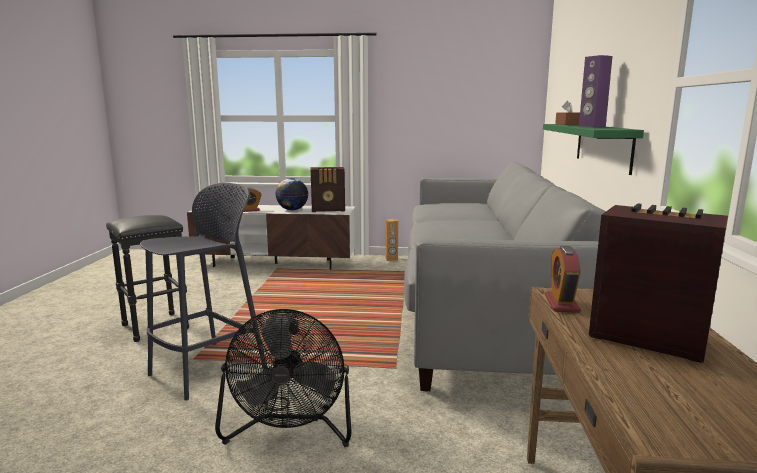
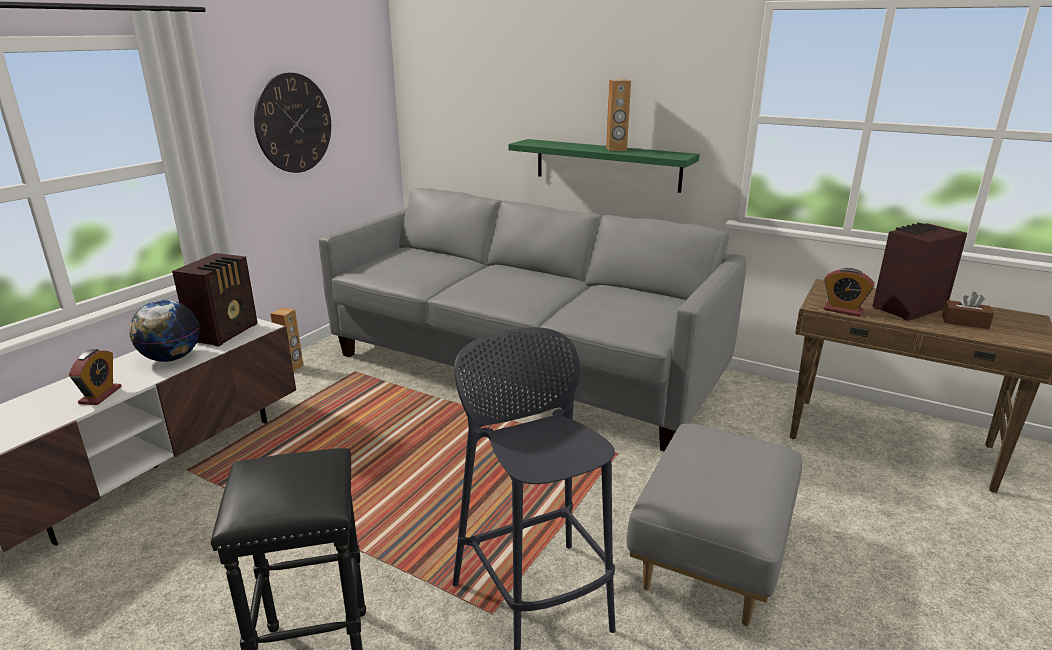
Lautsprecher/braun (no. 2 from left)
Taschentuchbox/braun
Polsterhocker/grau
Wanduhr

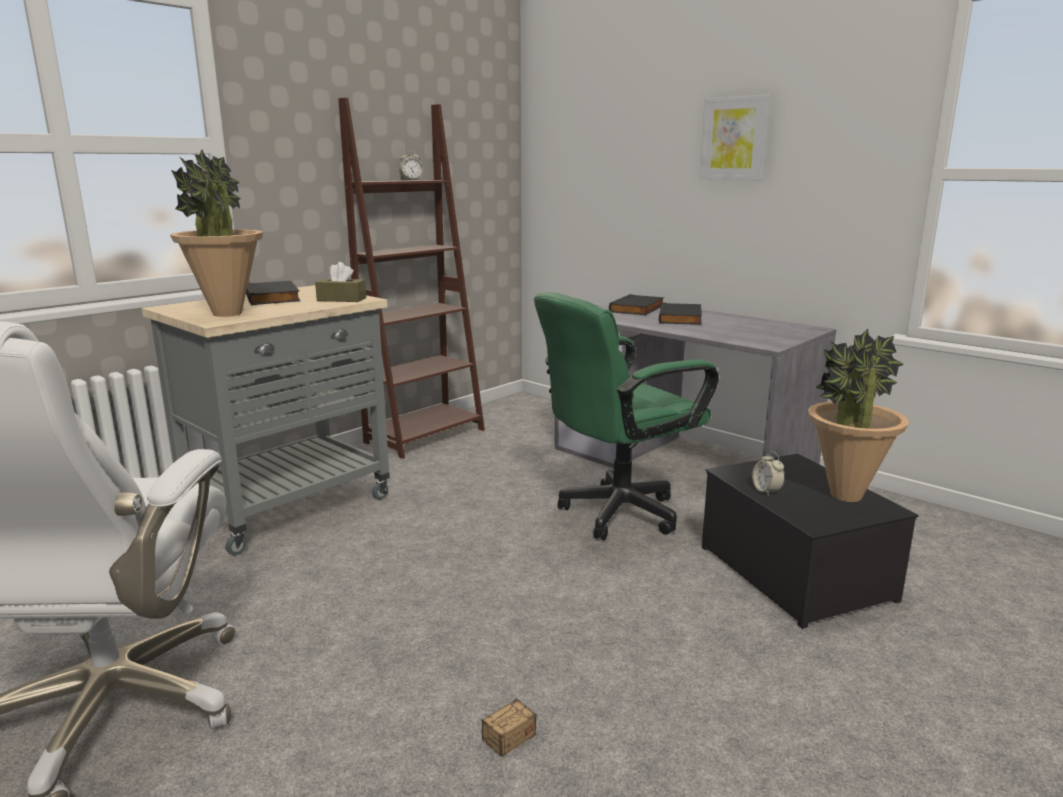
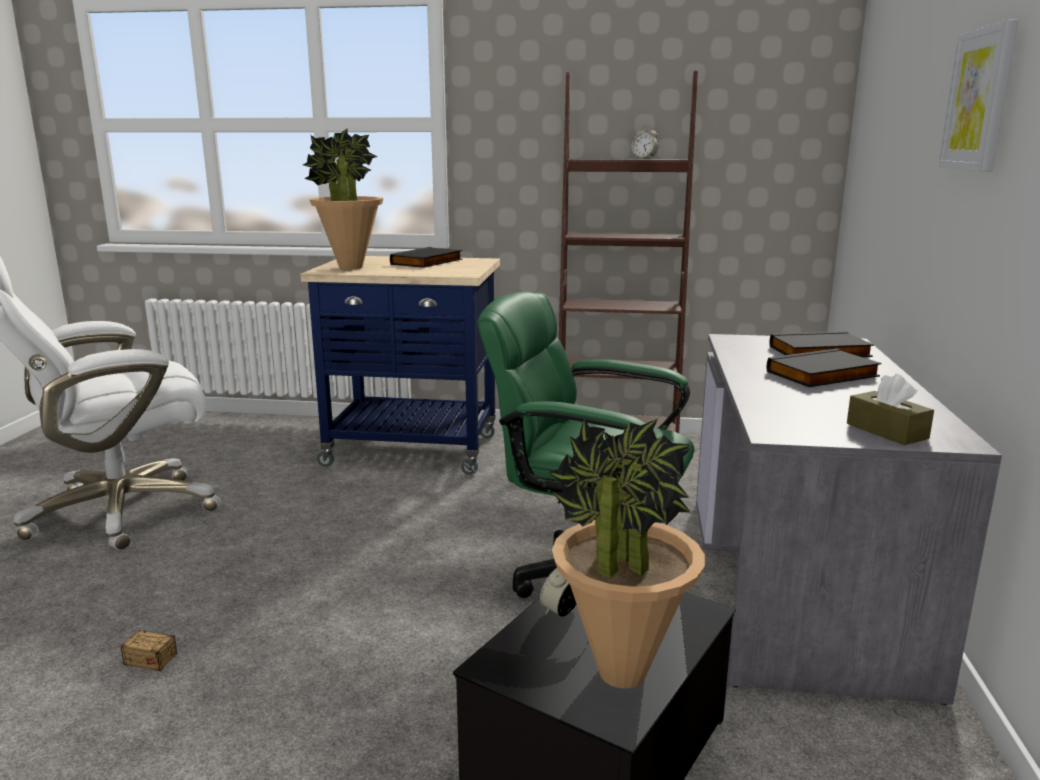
Taschentuchbox/braun
Rollwagen/blau

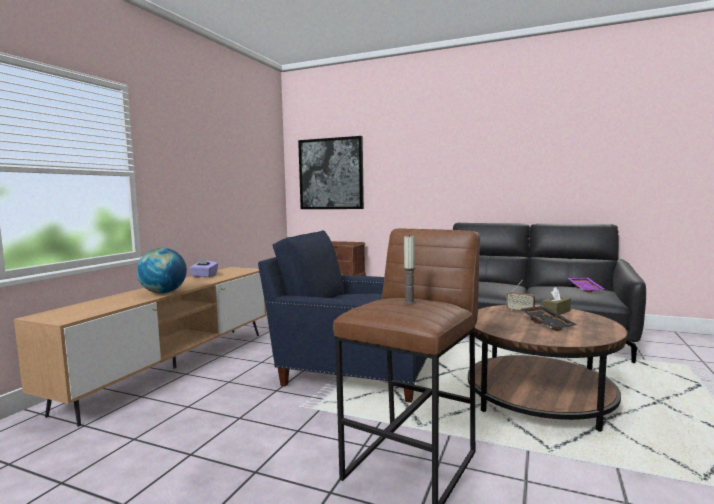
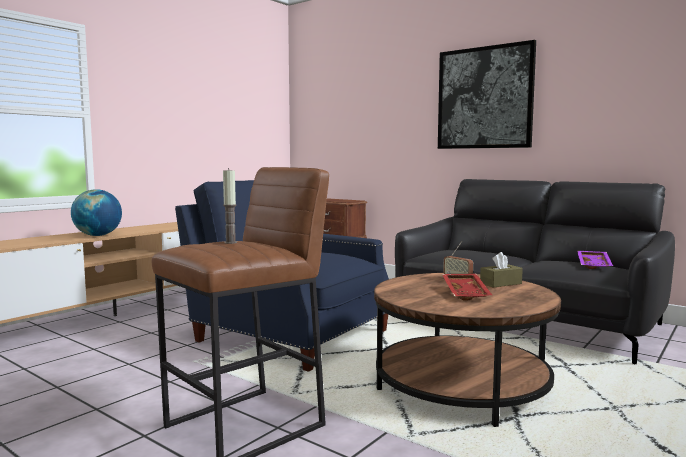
Bild
Taschentuchbox/lila
Tablett/rot

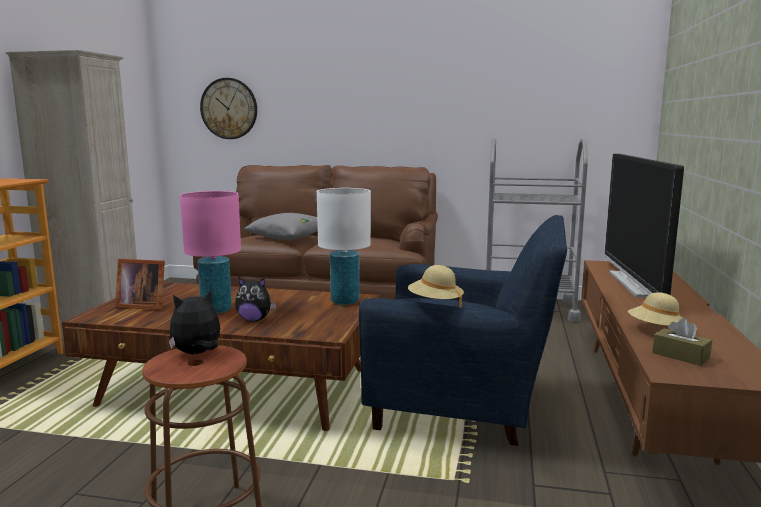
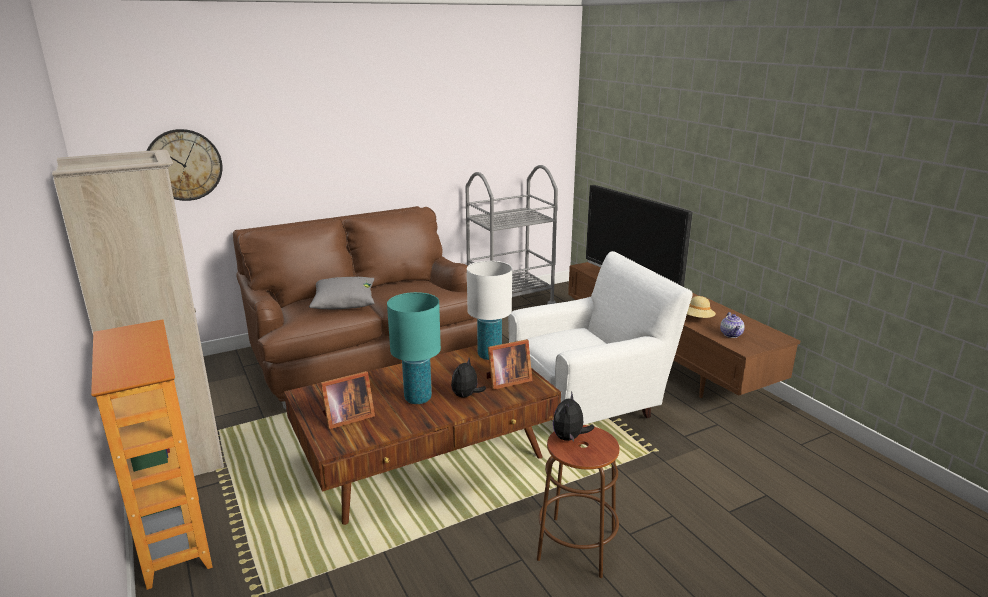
Tischlampe/türkis
Sessel/weiß
Hut/beige (no. 1 from left in the first image)
Plüschtier (no. 1 from left)
Teekanne
Bilderrahmen (no. 2 from left)

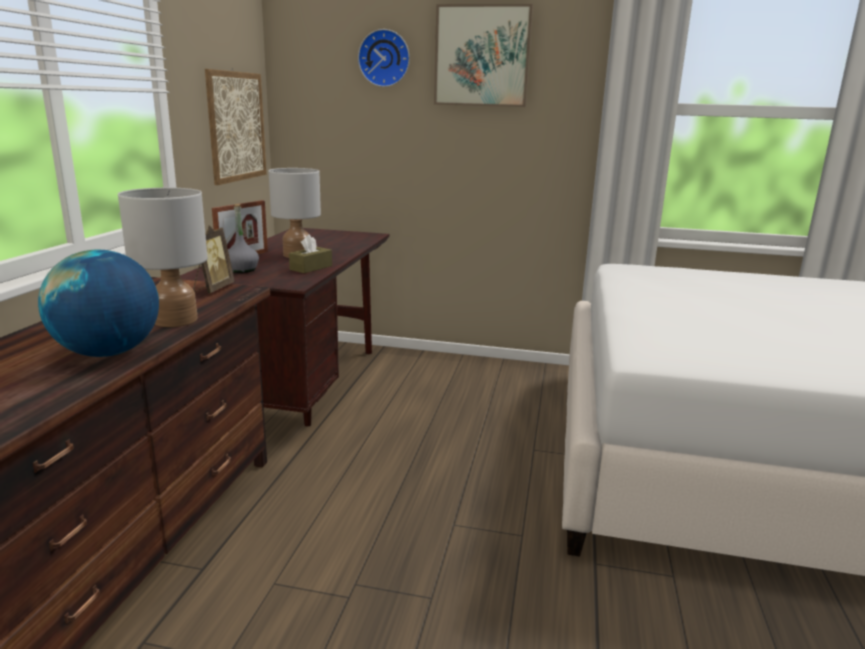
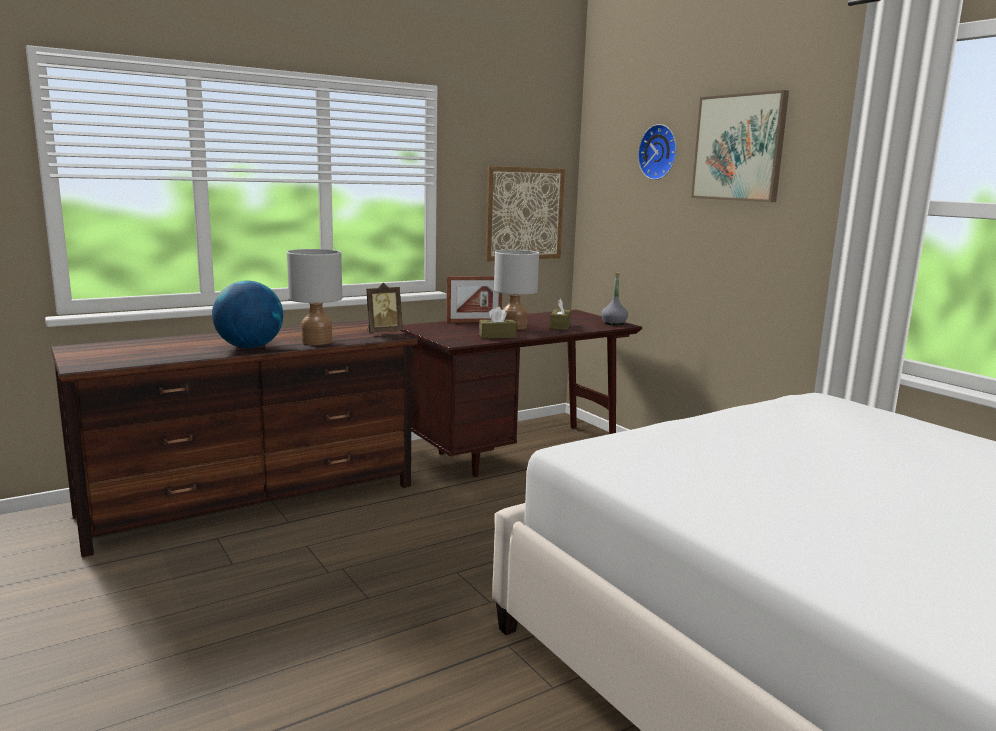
Flasche/grau
Taschentuchbox/braun (no. 2 from left)

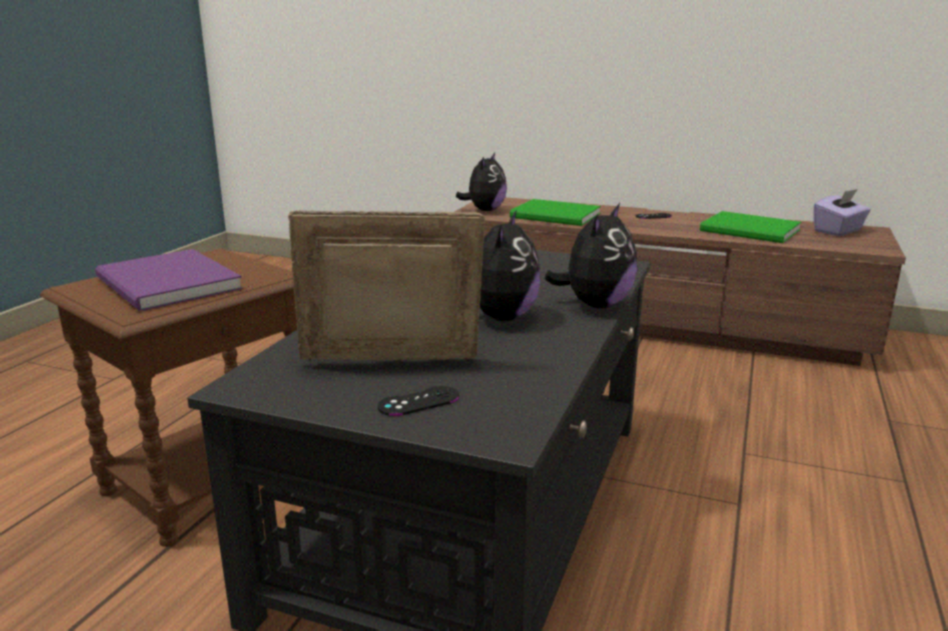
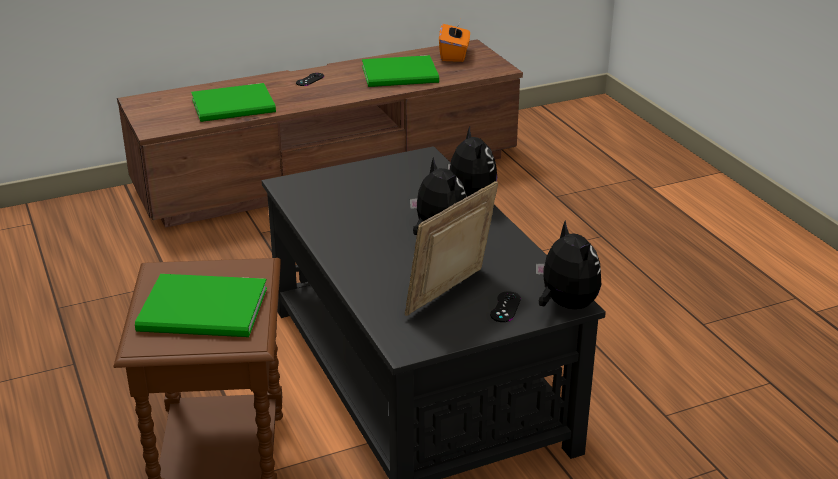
Plüschtier (no. 3 from left)
Taschentuchbox/orange
Buch/grün (no. 1 from left)

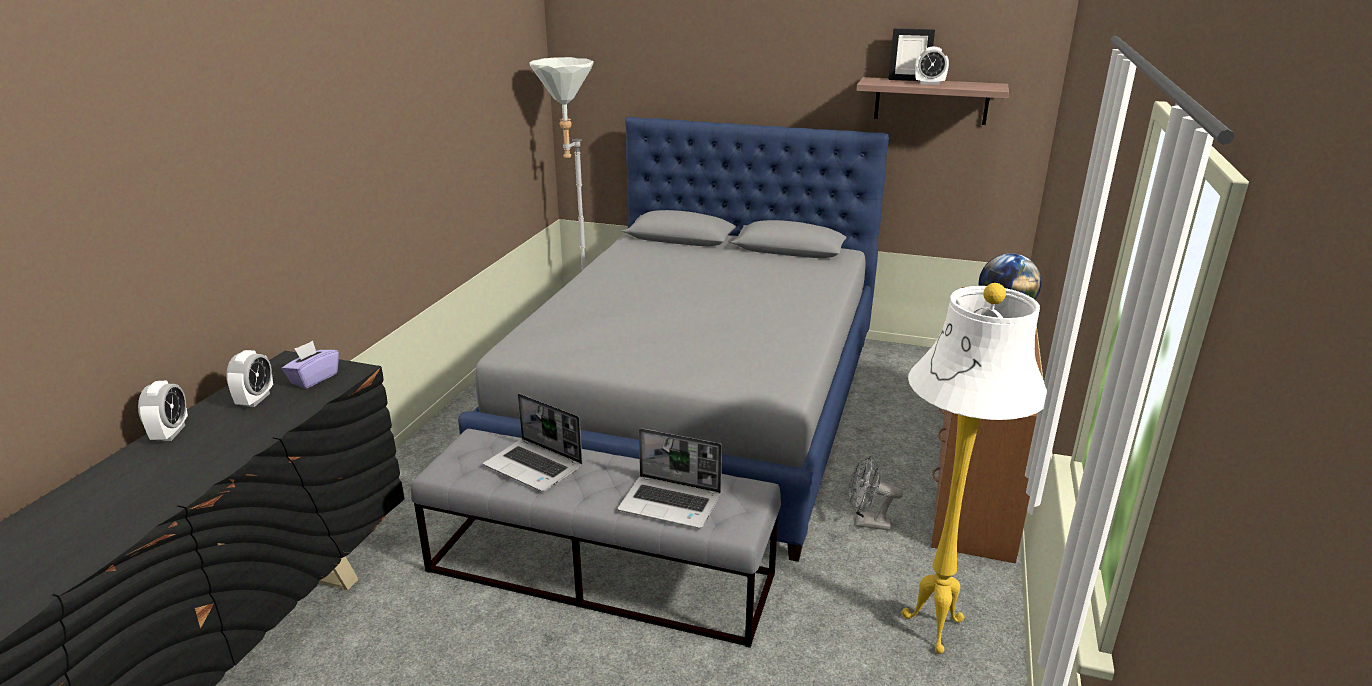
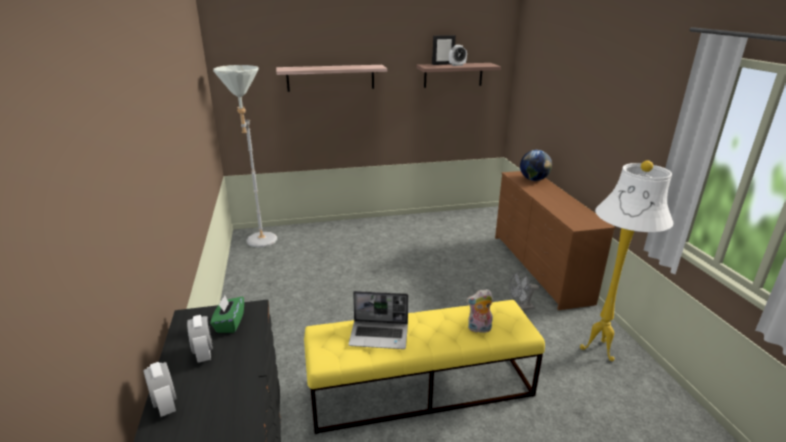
Bett/grau
Taschentuchbox/grün
Plüschtier
Bank/gelb
Wandregal (no. 1 from left)

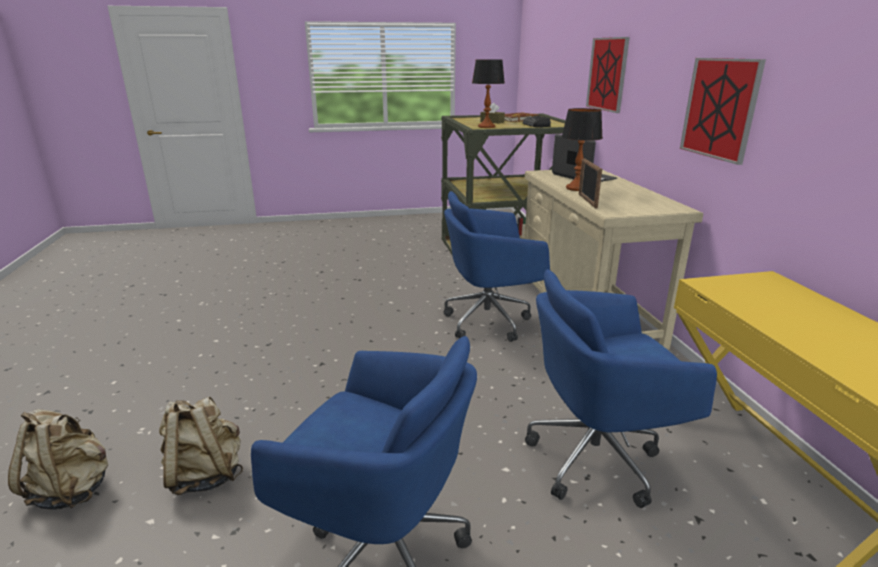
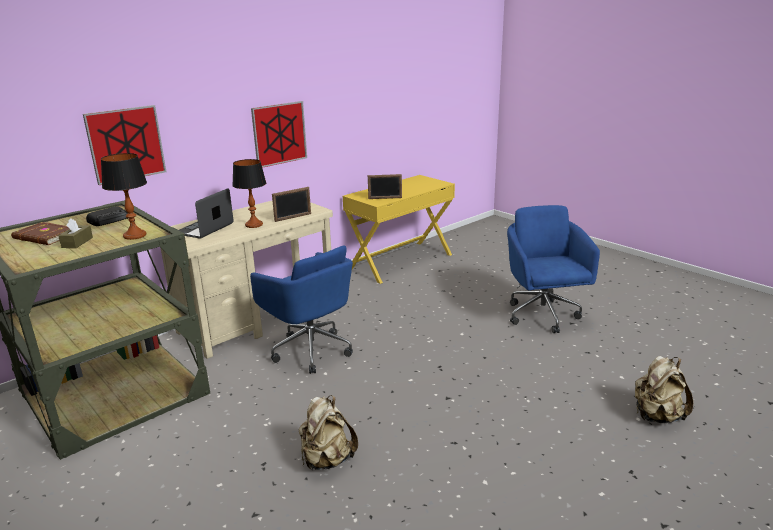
Bürostuhl/blau (no. 3 from left in the first image)
Rucksack/beige (no. 1 from left)
Bilderrahmen (no. 2 from left)

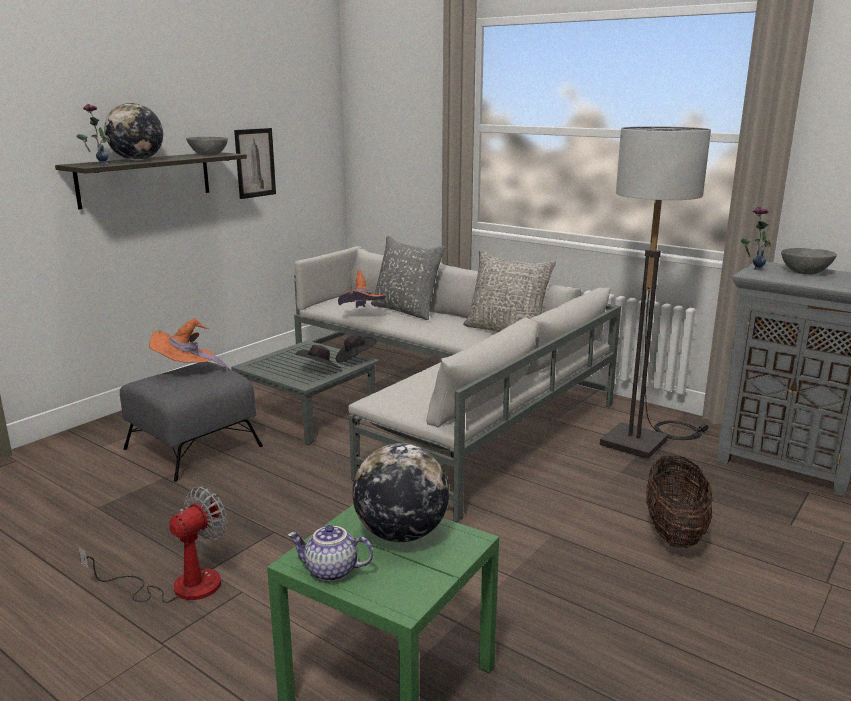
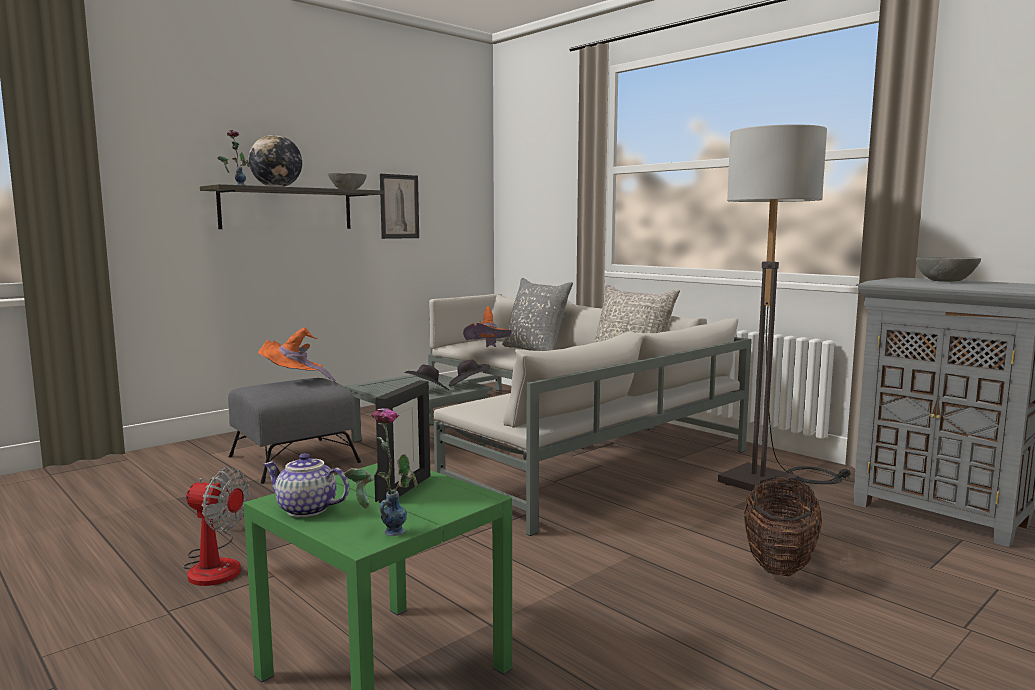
Vase (no. 2 from left)
Bilderrahmen
Ventilator

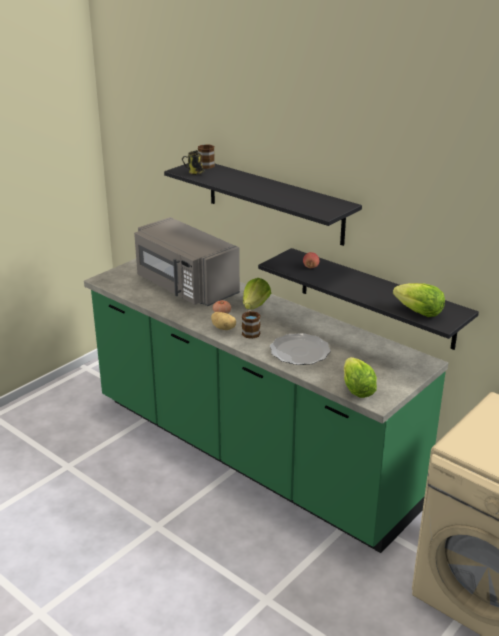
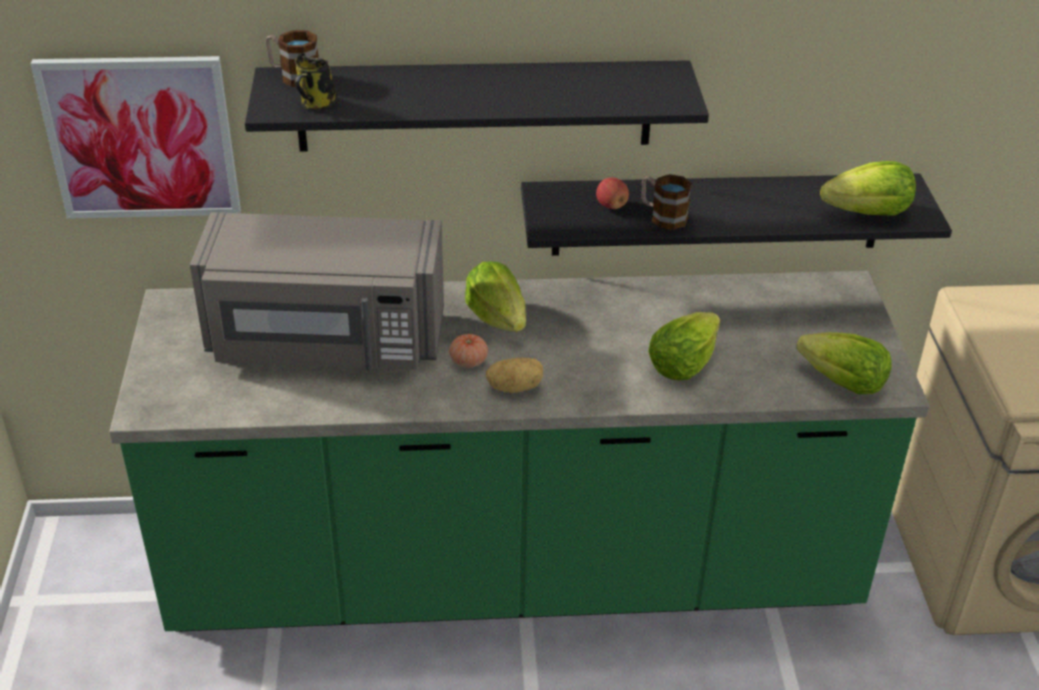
Henkelbecher (no. 3 from left)
Salatkopf (no. 2 from left)
Bild

